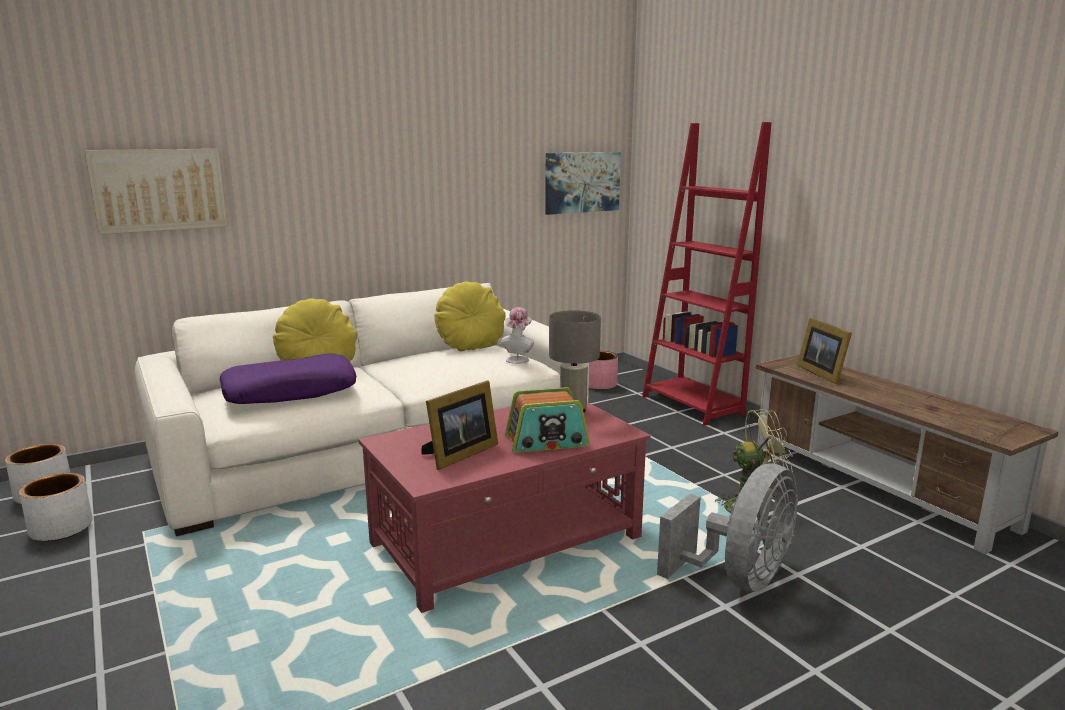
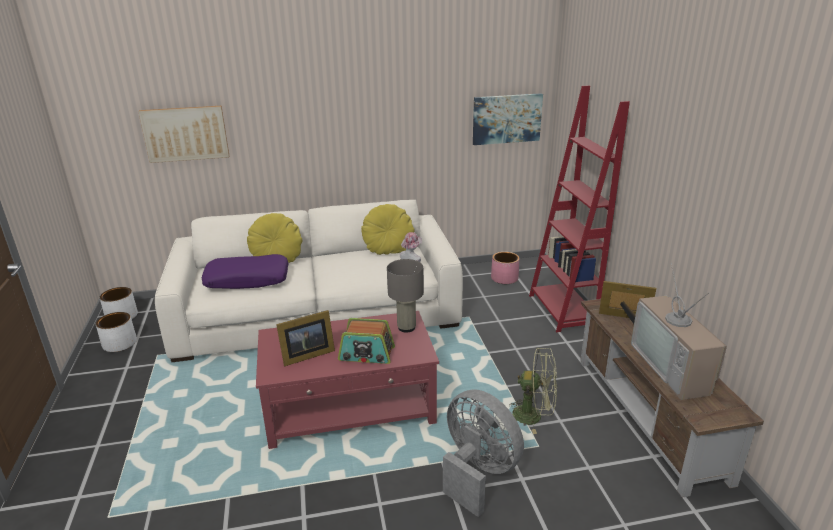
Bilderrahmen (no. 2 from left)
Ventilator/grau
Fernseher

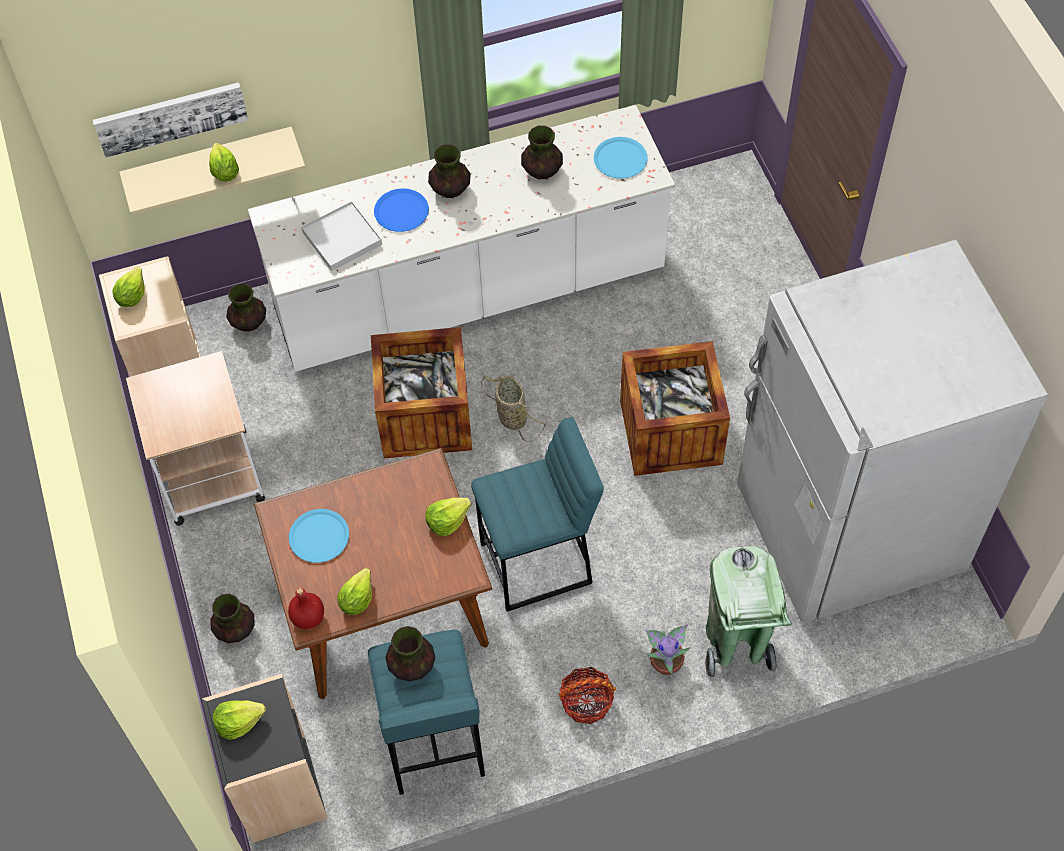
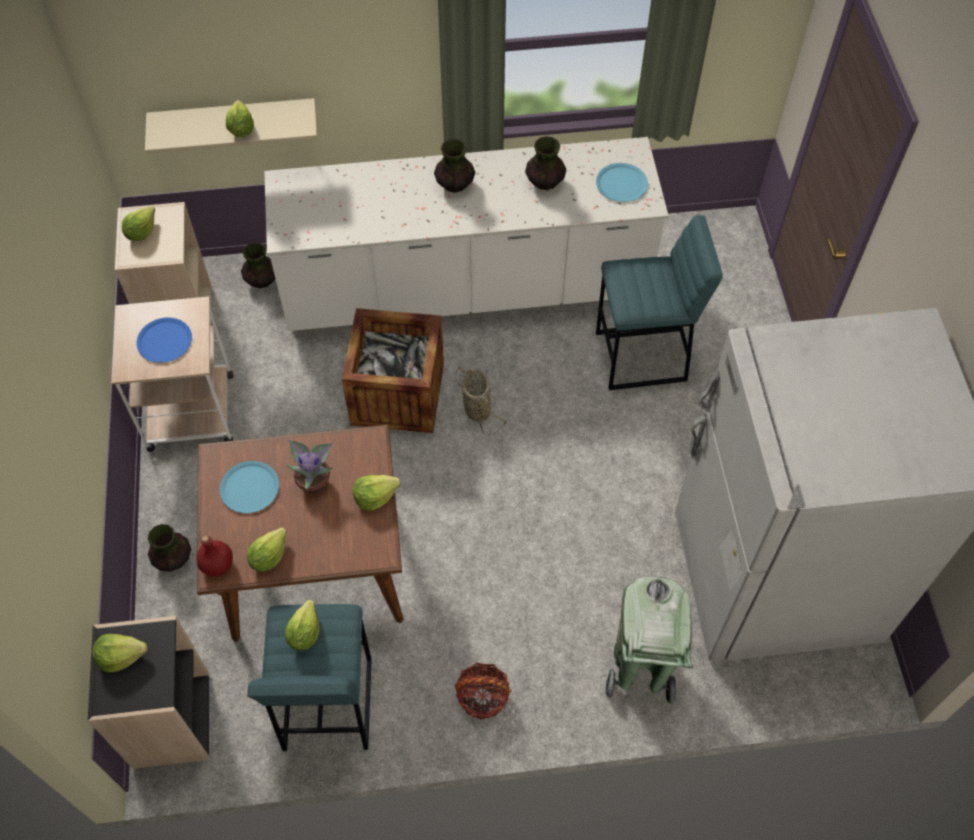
Bild
Teller/blau (no. 1 from left)
Tablett/weiß
Kiste (no. 2 from left in the first image)
Hocker/türkis (no. 2 from left)
Topfpflanze
Salatkopf (no. 5 from left)

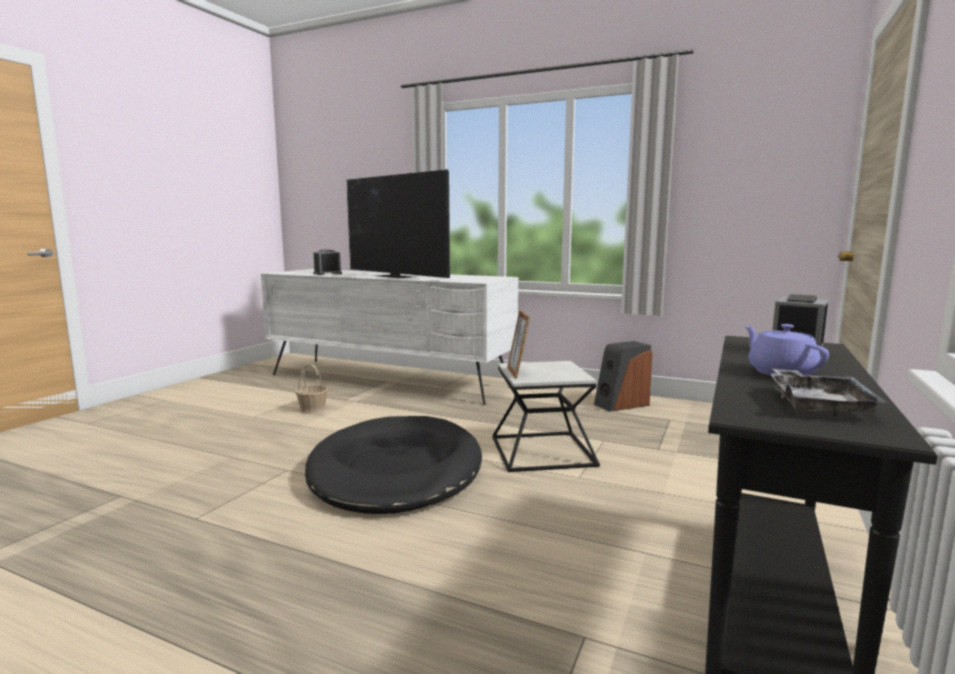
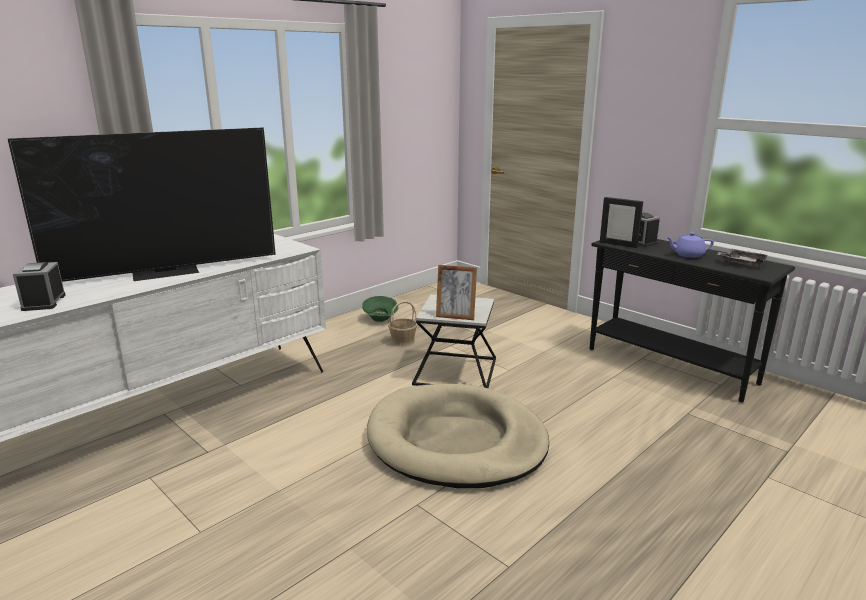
Schüssel/grün
Korb
Hundebett/beige
Bilderrahmen (no. 2 from left)

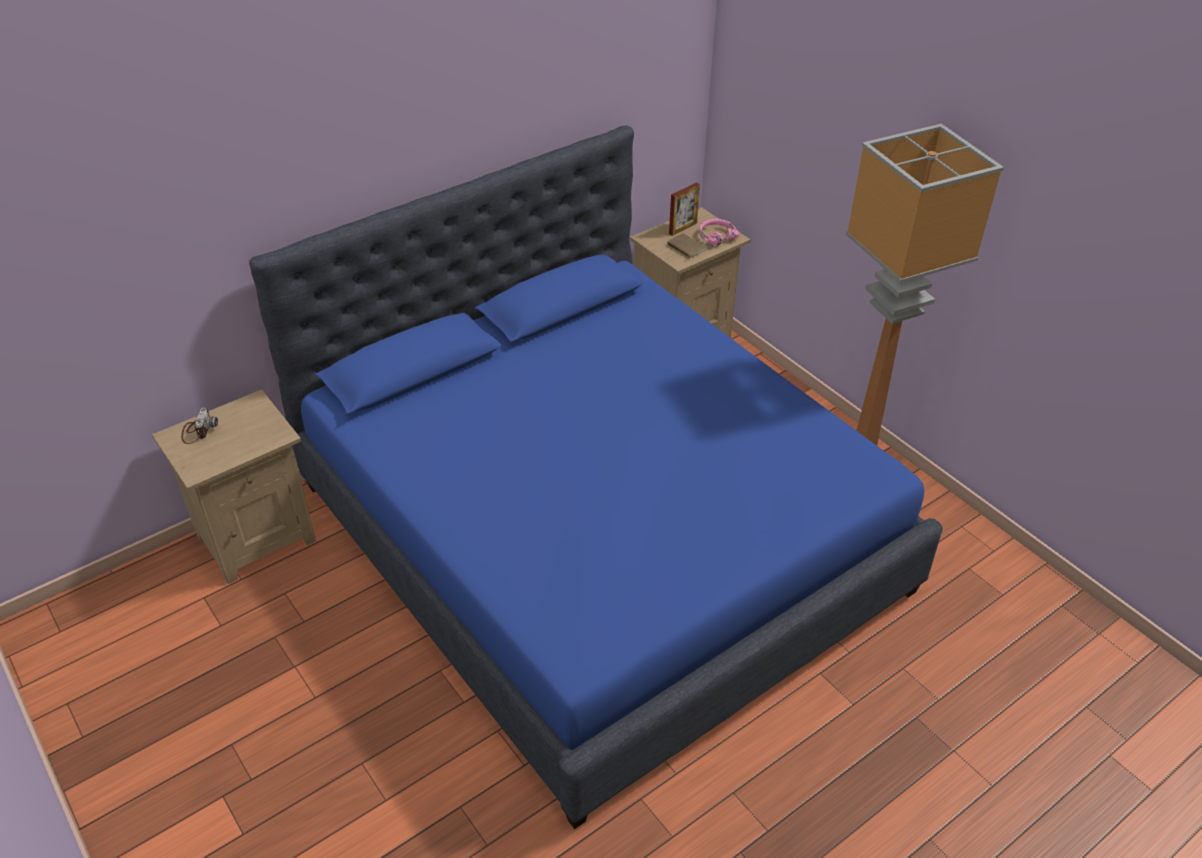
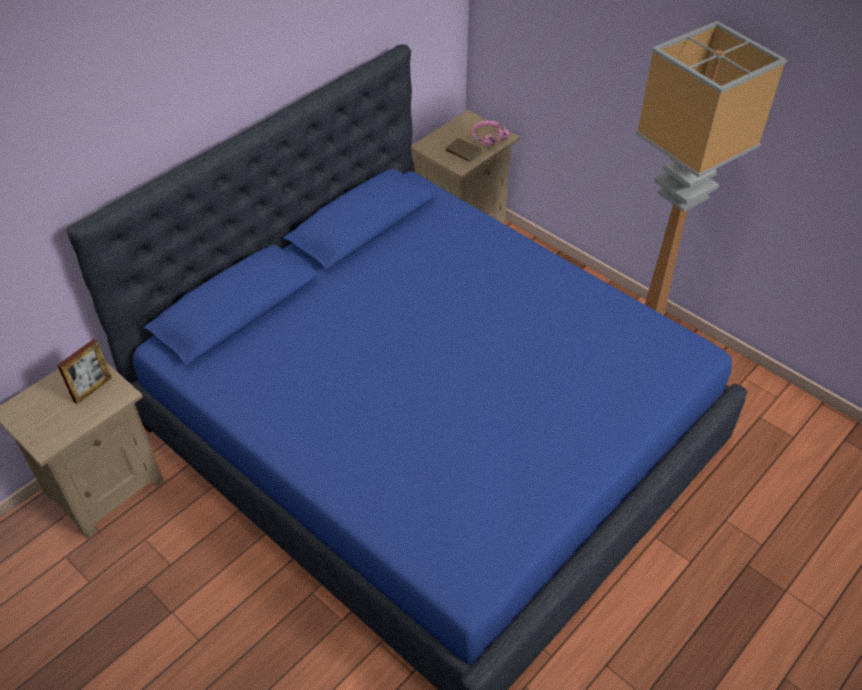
Bilderrahmen
Kamera

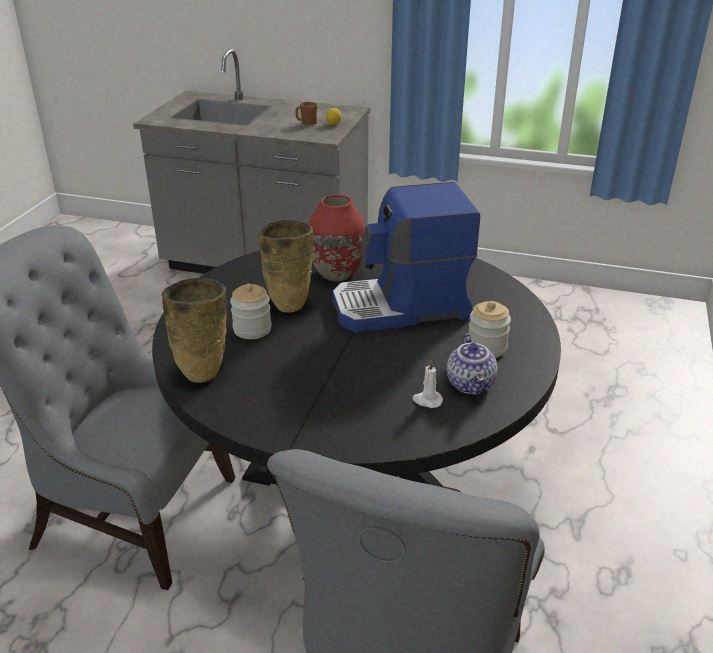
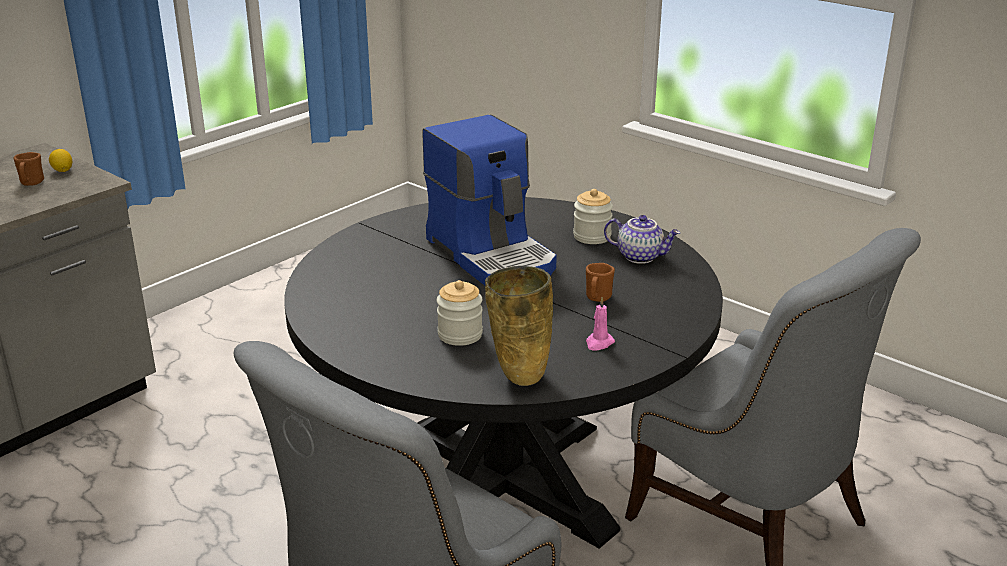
Kaffeemaschine
Vase/rot
Vase/beige (no. 2 from left in the first image)
Kerze/weiß
Henkelbecher/braun (no. 2 from left)
Kerze/rosa

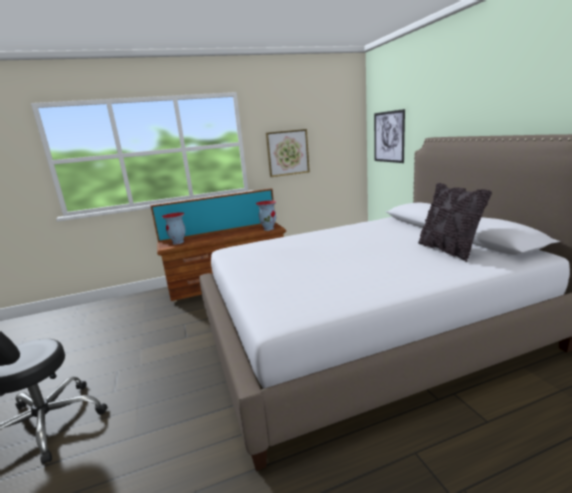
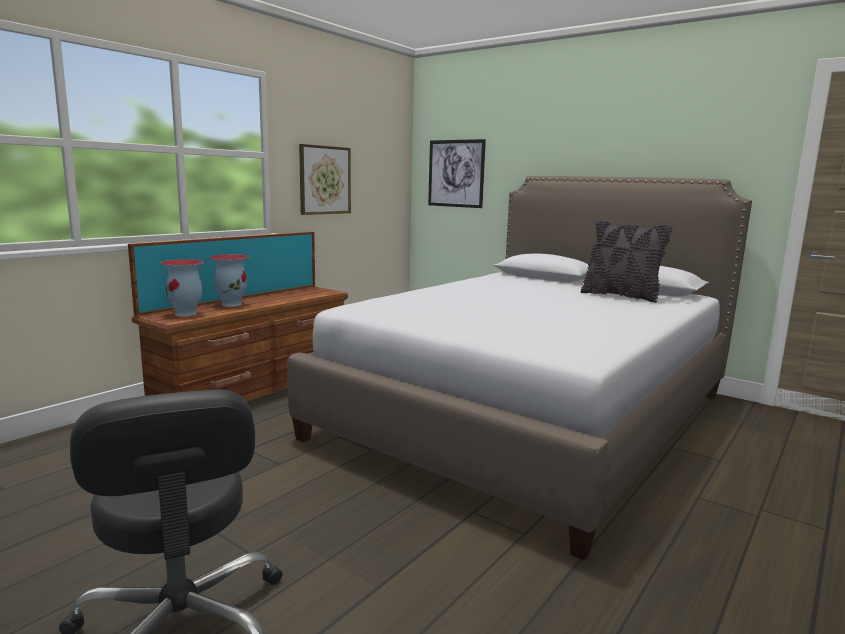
Vase (no. 2 from left)

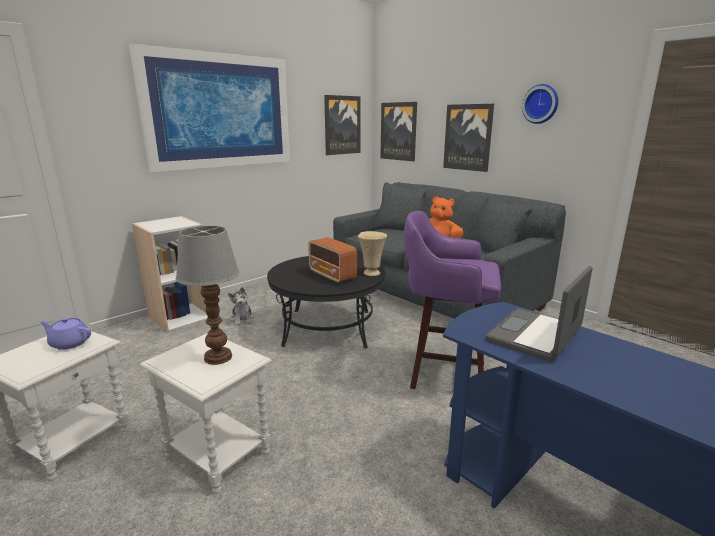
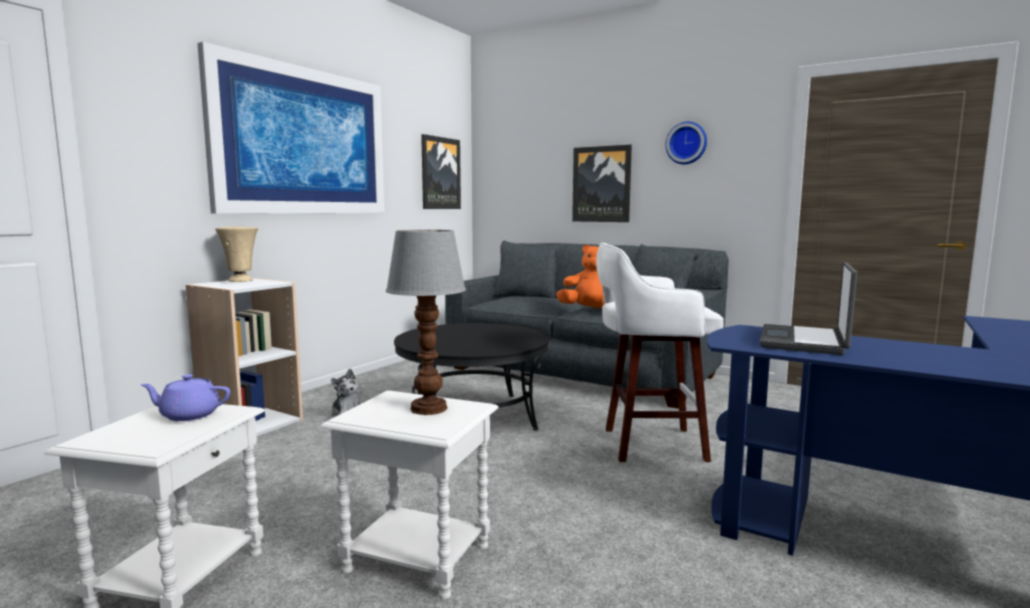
Bild (no. 3 from left in the first image)
Hocker/weiß
Vase/beige
Radio

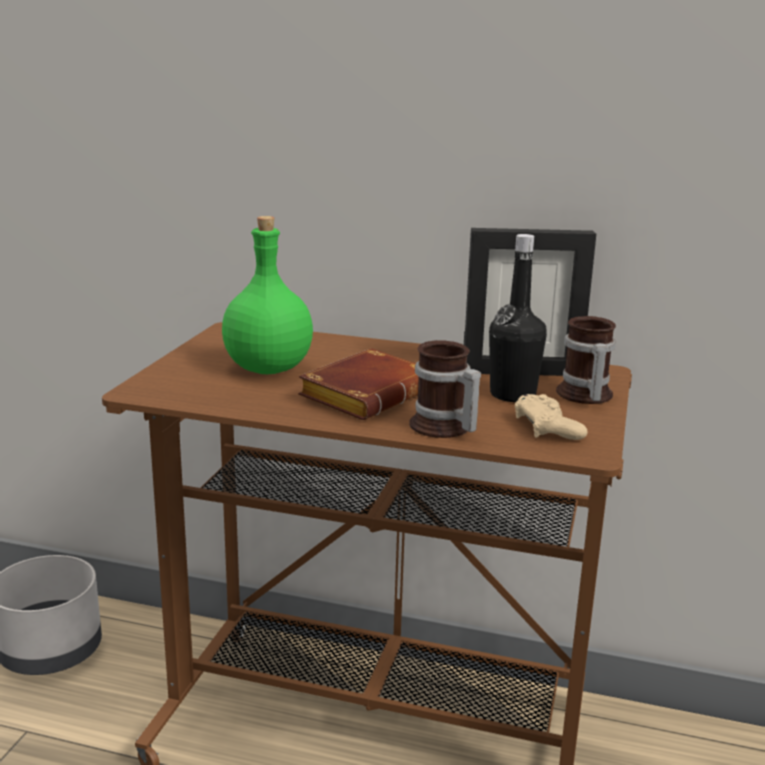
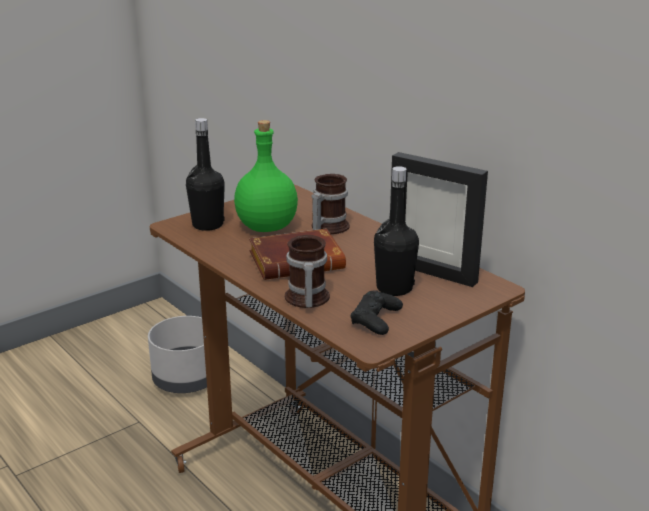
Henkelbecher (no. 2 from left)
Gamepad/schwarz
Flasche/schwarz (no. 1 from left)

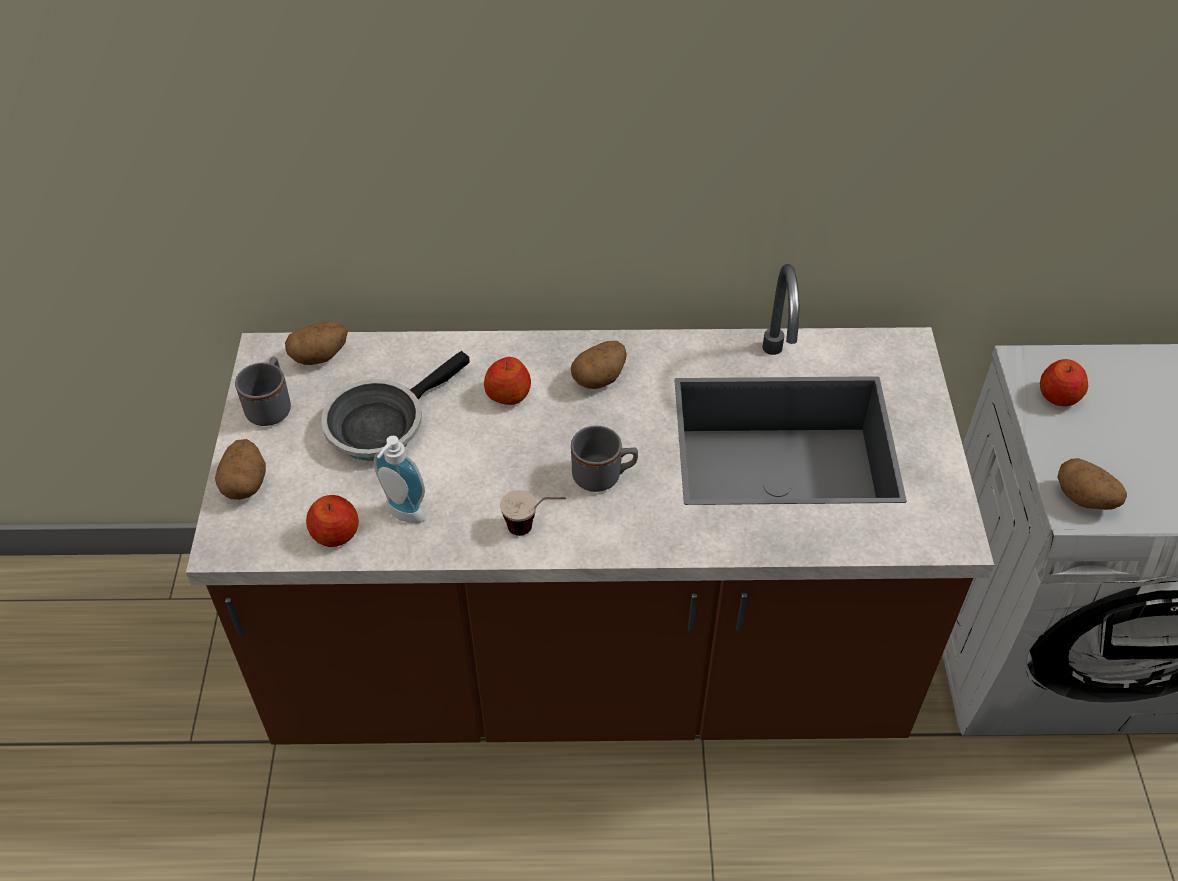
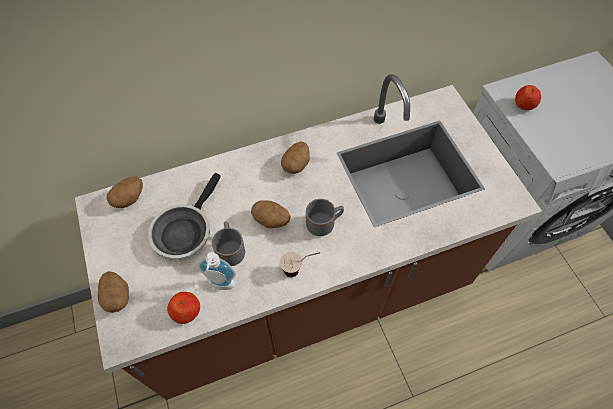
Henkelbecher/grau (no. 1 from left)
Apfel (no. 2 from left in the first image)
Kartoffel (no. 3 from left)

